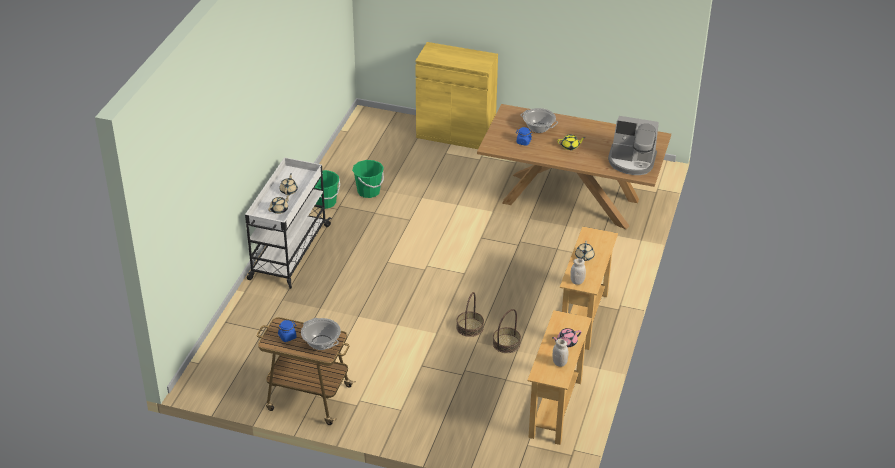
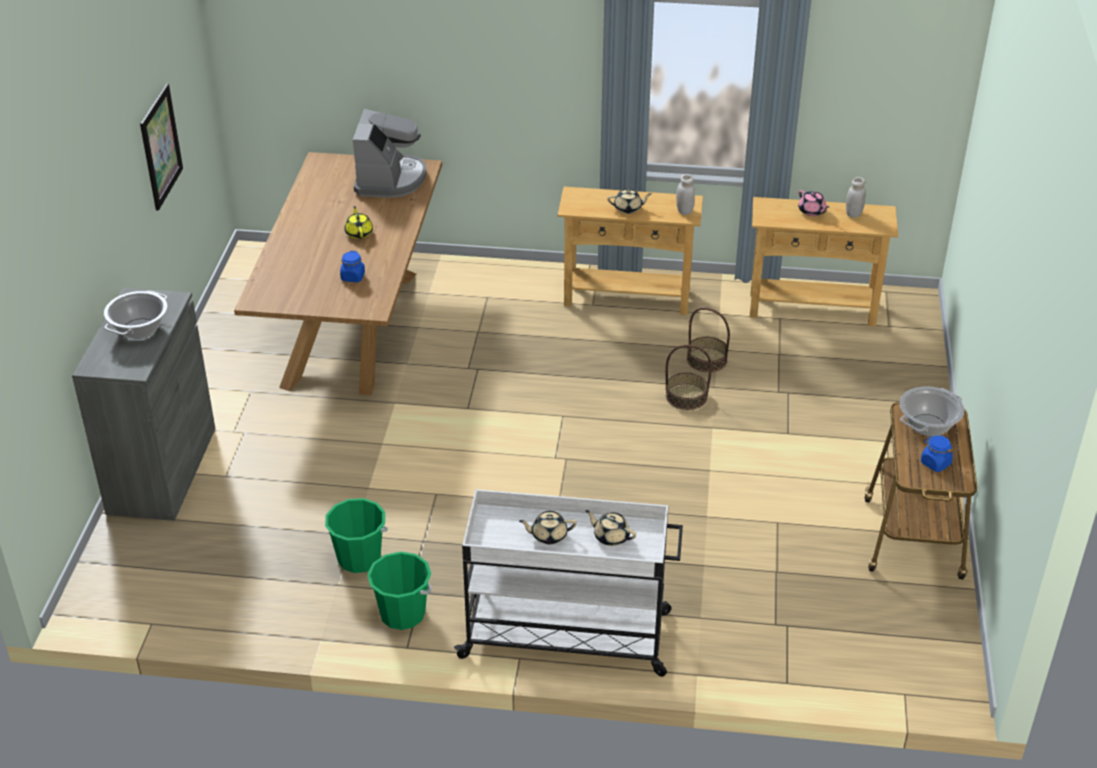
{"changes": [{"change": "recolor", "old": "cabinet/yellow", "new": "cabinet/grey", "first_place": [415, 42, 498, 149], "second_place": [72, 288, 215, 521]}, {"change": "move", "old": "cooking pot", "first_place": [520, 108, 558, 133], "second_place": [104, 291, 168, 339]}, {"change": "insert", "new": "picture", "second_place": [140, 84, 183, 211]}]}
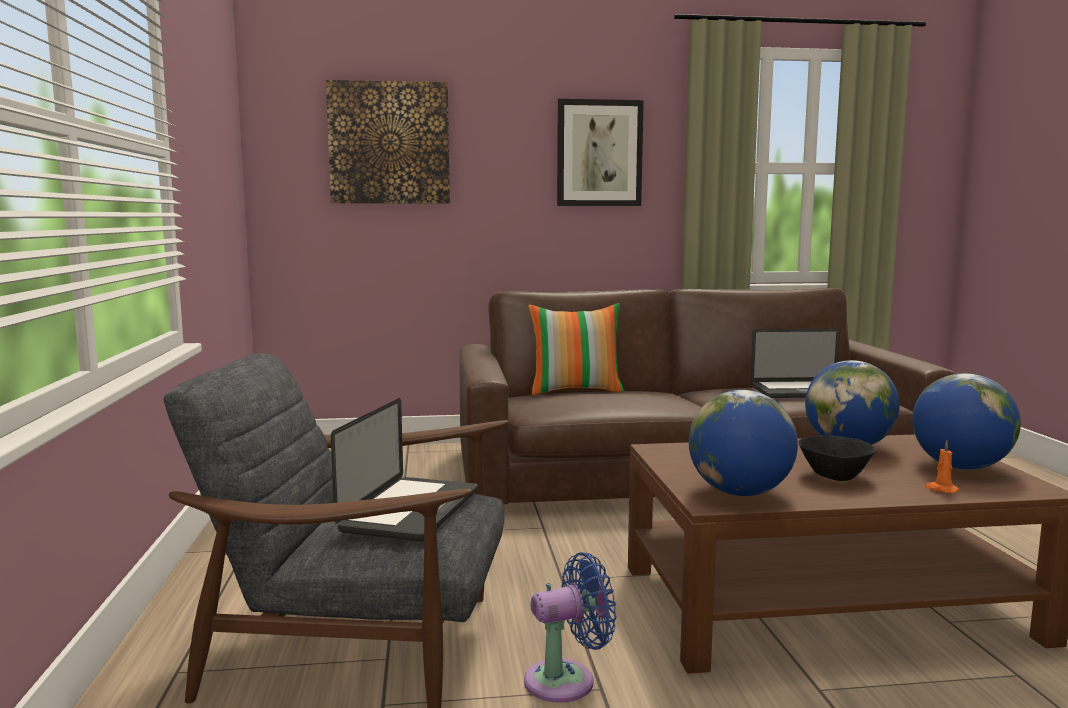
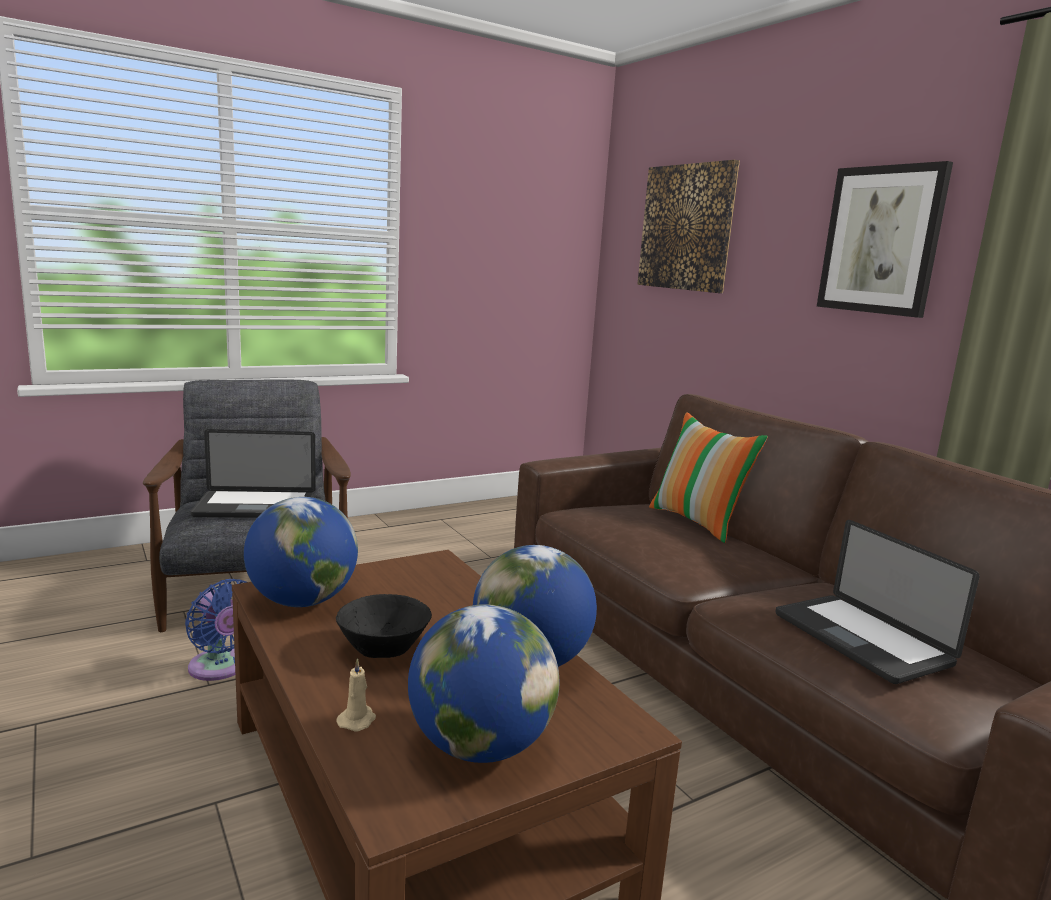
{"changes": [{"change": "recolor", "old": "candle/orange", "new": "candle/beige", "first_place": [924, 441, 959, 493], "second_place": [336, 658, 376, 731]}]}
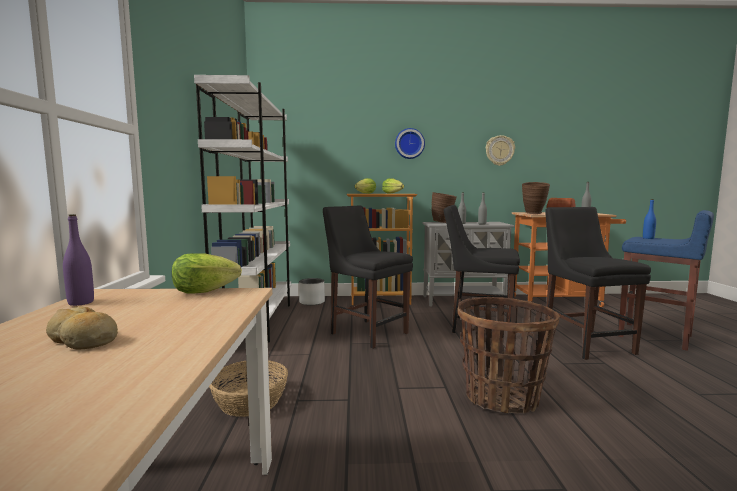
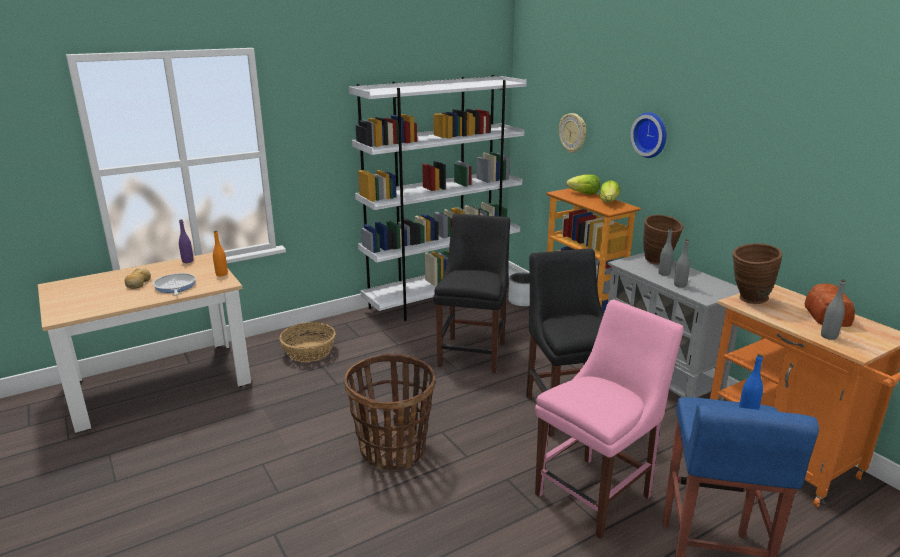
{"changes": [{"change": "replace", "old": "lettuce", "new": "bottle/orange", "first_place": [172, 253, 242, 294], "second_place": [213, 231, 228, 276]}, {"change": "move", "old": "wall clock", "first_place": [486, 135, 515, 166], "second_place": [559, 113, 586, 153]}, {"change": "recolor", "old": "chair/black", "new": "chair/pink", "first_place": [545, 207, 651, 360], "second_place": [535, 300, 684, 539]}, {"change": "insert", "new": "frying pan", "second_place": [153, 273, 196, 295]}]}
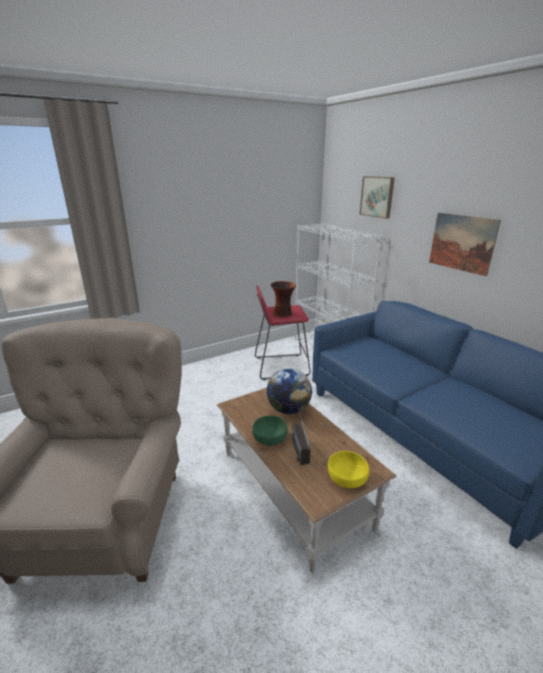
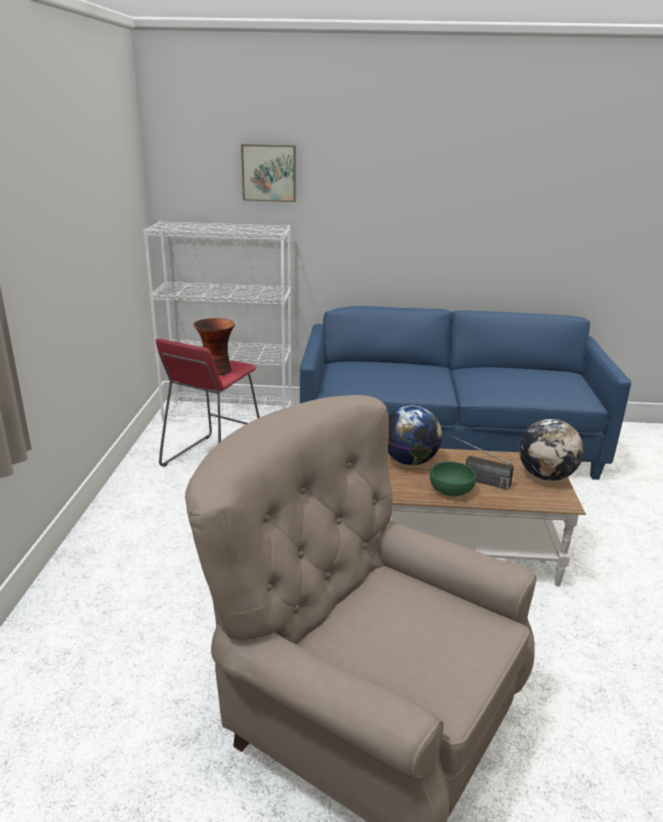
{"changes": [{"change": "replace", "old": "bowl/yellow", "new": "globe", "first_place": [328, 451, 369, 488], "second_place": [519, 419, 584, 481]}, {"change": "delete", "old": "picture", "first_place": [429, 213, 501, 276]}]}
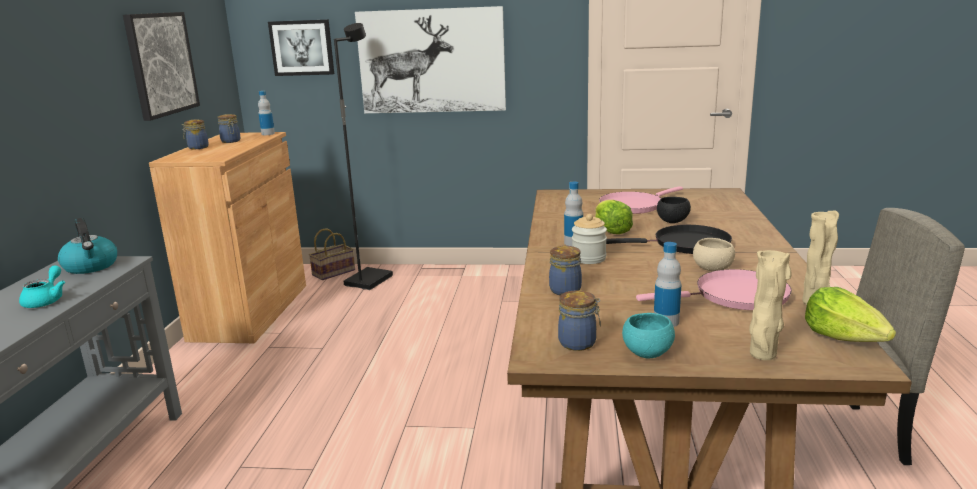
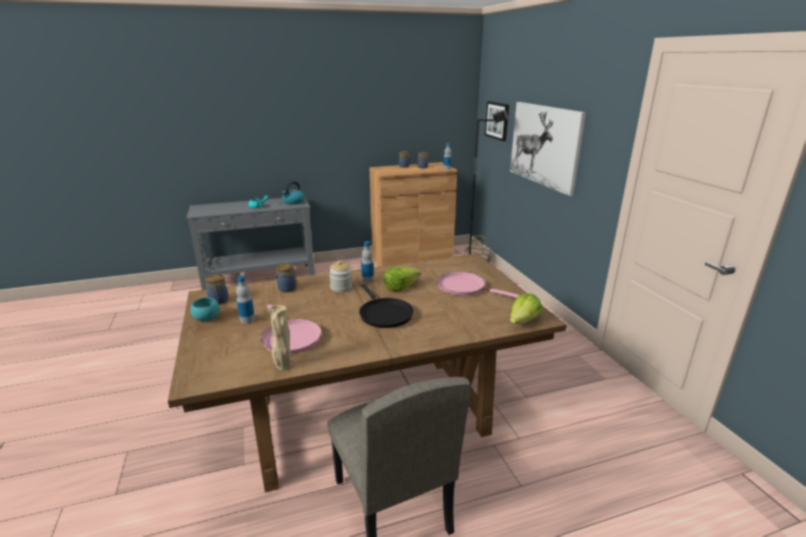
{"changes": [{"change": "delete", "old": "picture", "first_place": [123, 12, 200, 121]}, {"change": "delete", "old": "bowl/black", "first_place": [657, 197, 691, 223]}, {"change": "delete", "old": "bowl/beige", "first_place": [693, 238, 735, 271]}, {"change": "delete", "old": "vase/beige", "first_place": [749, 250, 792, 360]}, {"change": "move", "old": "lettuce", "first_place": [805, 287, 896, 342], "second_place": [510, 293, 543, 324]}]}
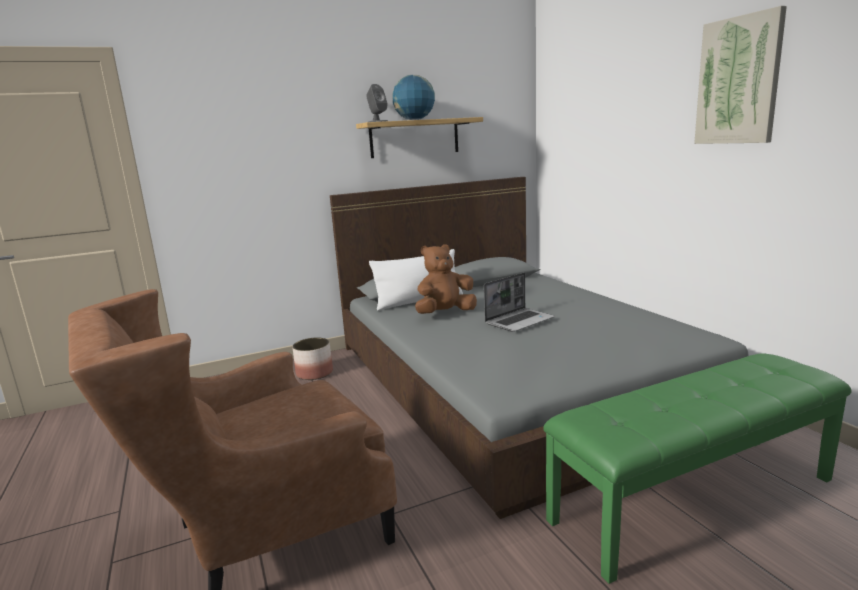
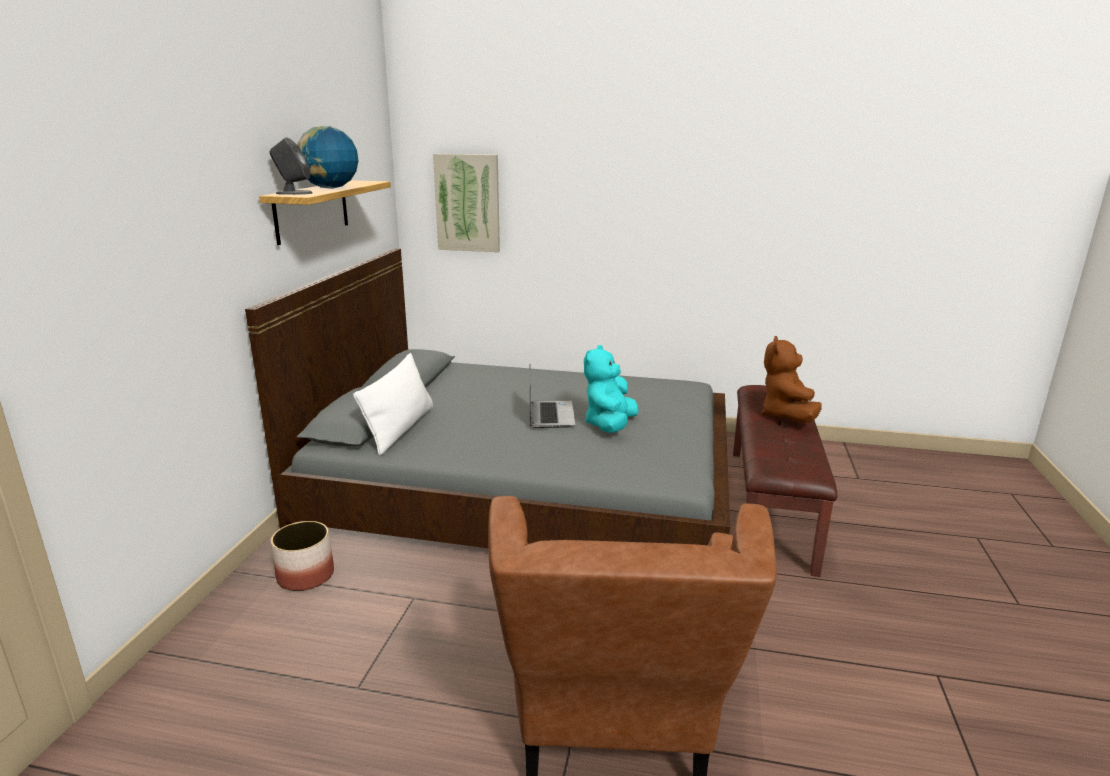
{"changes": [{"change": "move", "old": "plush toy/brown", "first_place": [415, 244, 477, 314], "second_place": [761, 336, 822, 423]}, {"change": "recolor", "old": "bench/green", "new": "bench/brown", "first_place": [543, 354, 852, 584], "second_place": [733, 385, 837, 577]}, {"change": "move", "old": "picture", "first_place": [694, 6, 787, 144], "second_place": [433, 154, 500, 252]}, {"change": "insert", "new": "plush toy/turquoise", "second_place": [584, 345, 639, 433]}]}
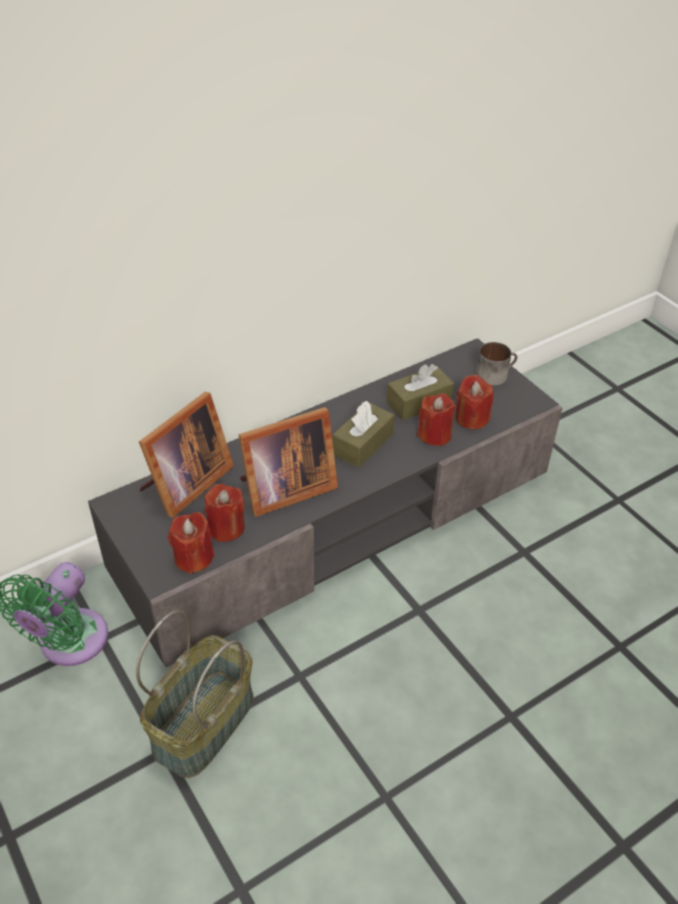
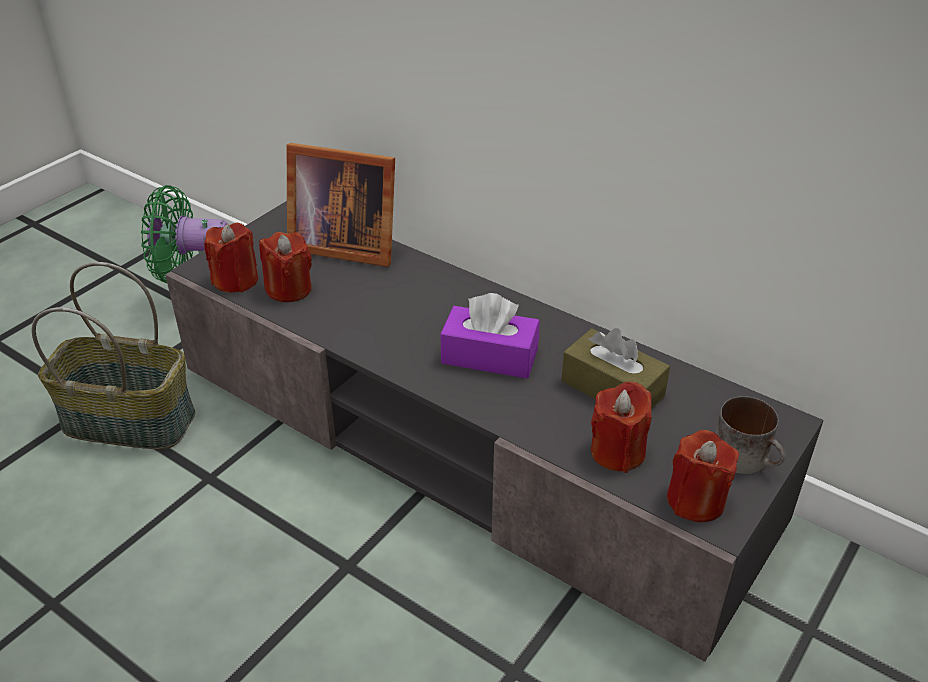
{"changes": [{"change": "delete", "old": "picture frame", "first_place": [239, 407, 338, 517]}, {"change": "recolor", "old": "tissue box/brown", "new": "tissue box/purple", "first_place": [332, 401, 395, 468], "second_place": [440, 293, 540, 379]}, {"change": "move", "old": "candle/red", "first_place": [417, 393, 455, 446], "second_place": [667, 430, 739, 522]}]}
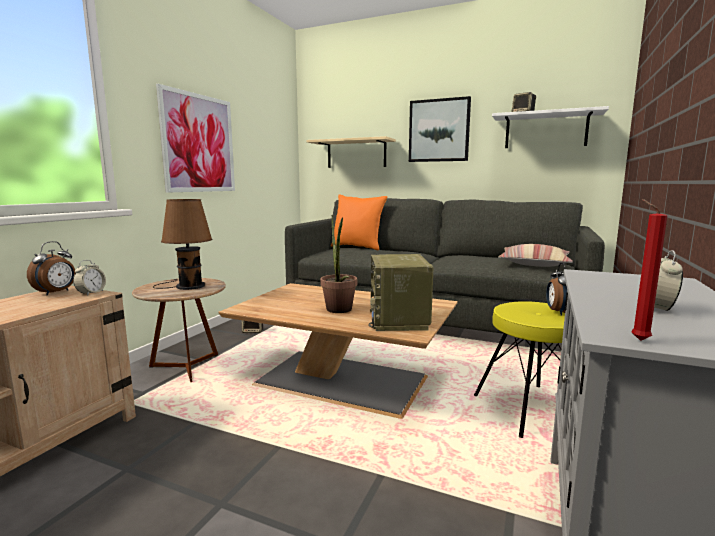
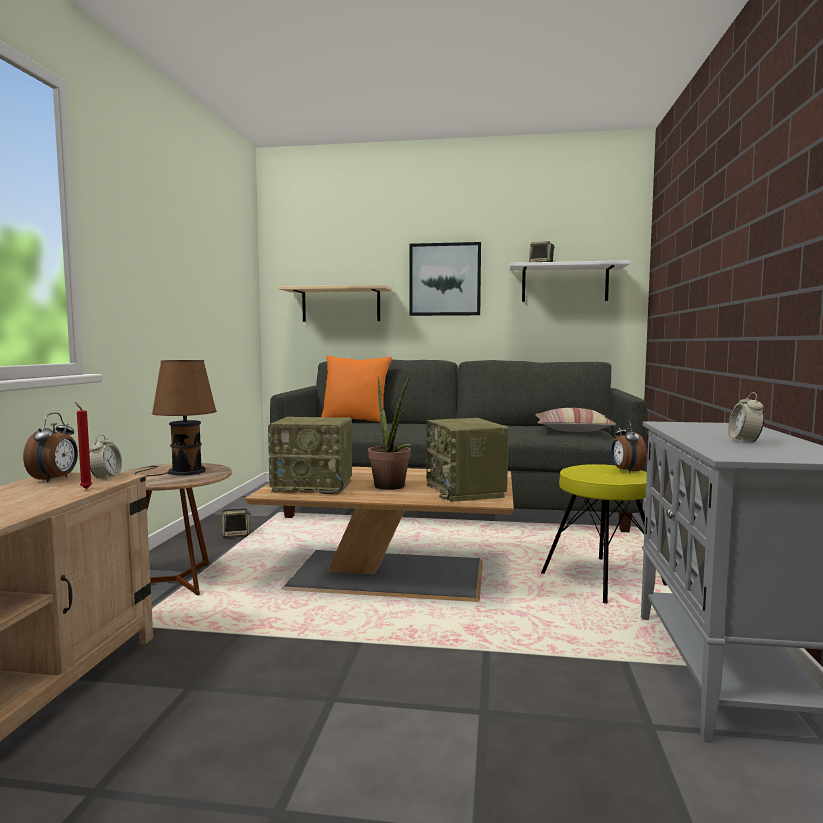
{"changes": [{"change": "delete", "old": "picture", "first_place": [156, 84, 235, 193]}, {"change": "move", "old": "candle/red", "first_place": [631, 199, 667, 341], "second_place": [75, 402, 92, 489]}, {"change": "insert", "new": "radio", "second_place": [268, 417, 352, 494]}]}
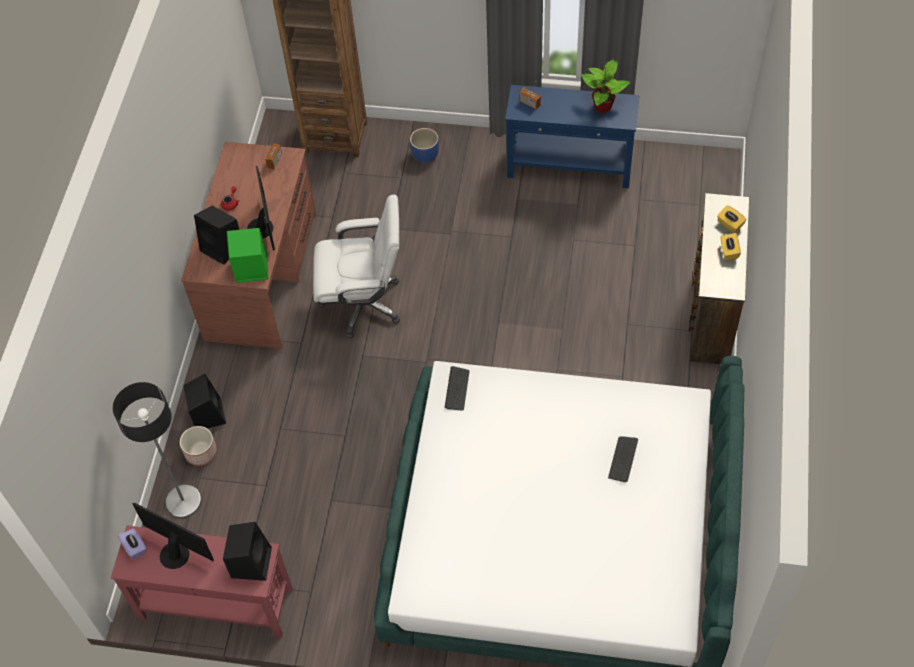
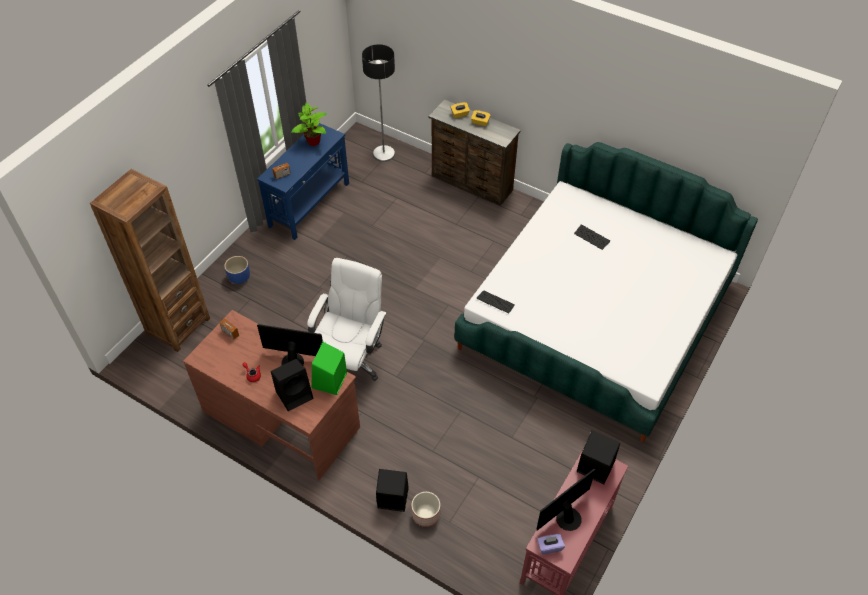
{"changes": [{"change": "move", "old": "floor lamp", "first_place": [113, 382, 202, 518], "second_place": [362, 44, 395, 162]}]}
